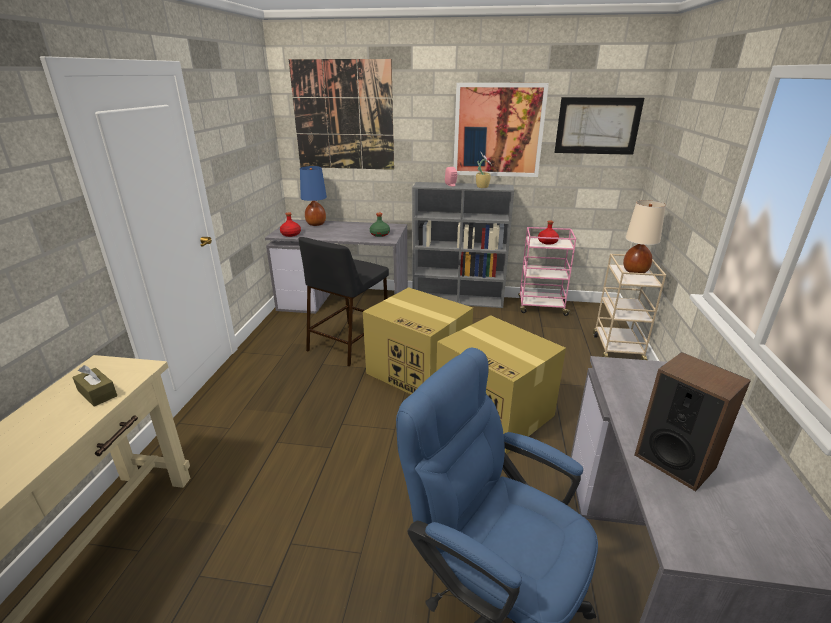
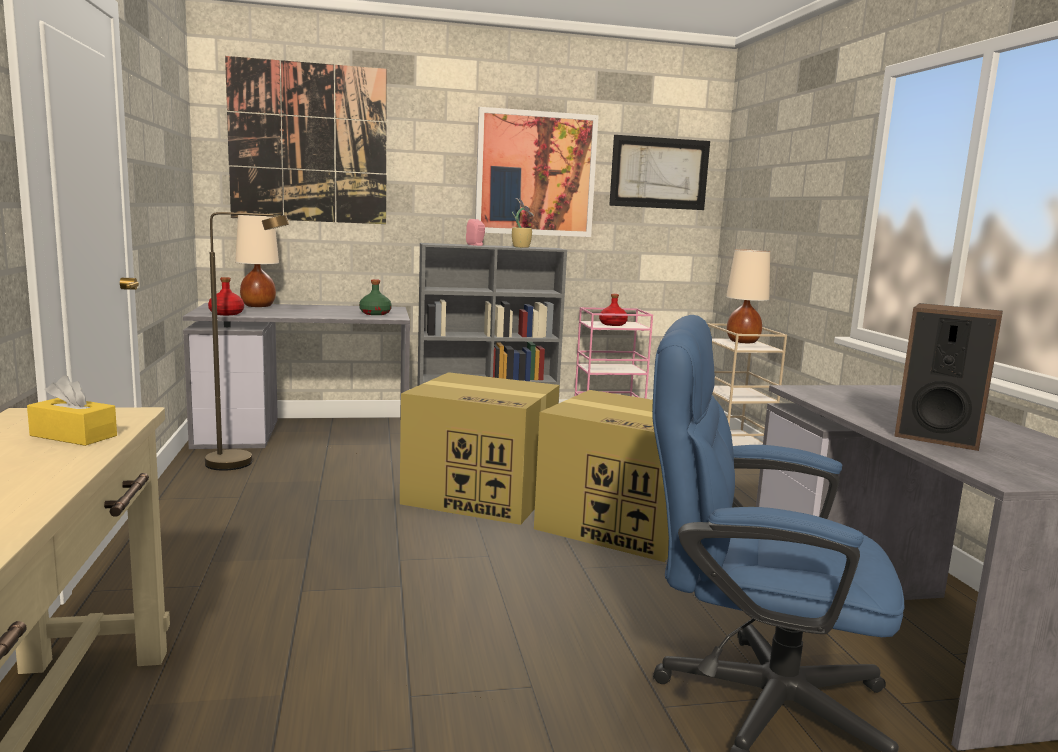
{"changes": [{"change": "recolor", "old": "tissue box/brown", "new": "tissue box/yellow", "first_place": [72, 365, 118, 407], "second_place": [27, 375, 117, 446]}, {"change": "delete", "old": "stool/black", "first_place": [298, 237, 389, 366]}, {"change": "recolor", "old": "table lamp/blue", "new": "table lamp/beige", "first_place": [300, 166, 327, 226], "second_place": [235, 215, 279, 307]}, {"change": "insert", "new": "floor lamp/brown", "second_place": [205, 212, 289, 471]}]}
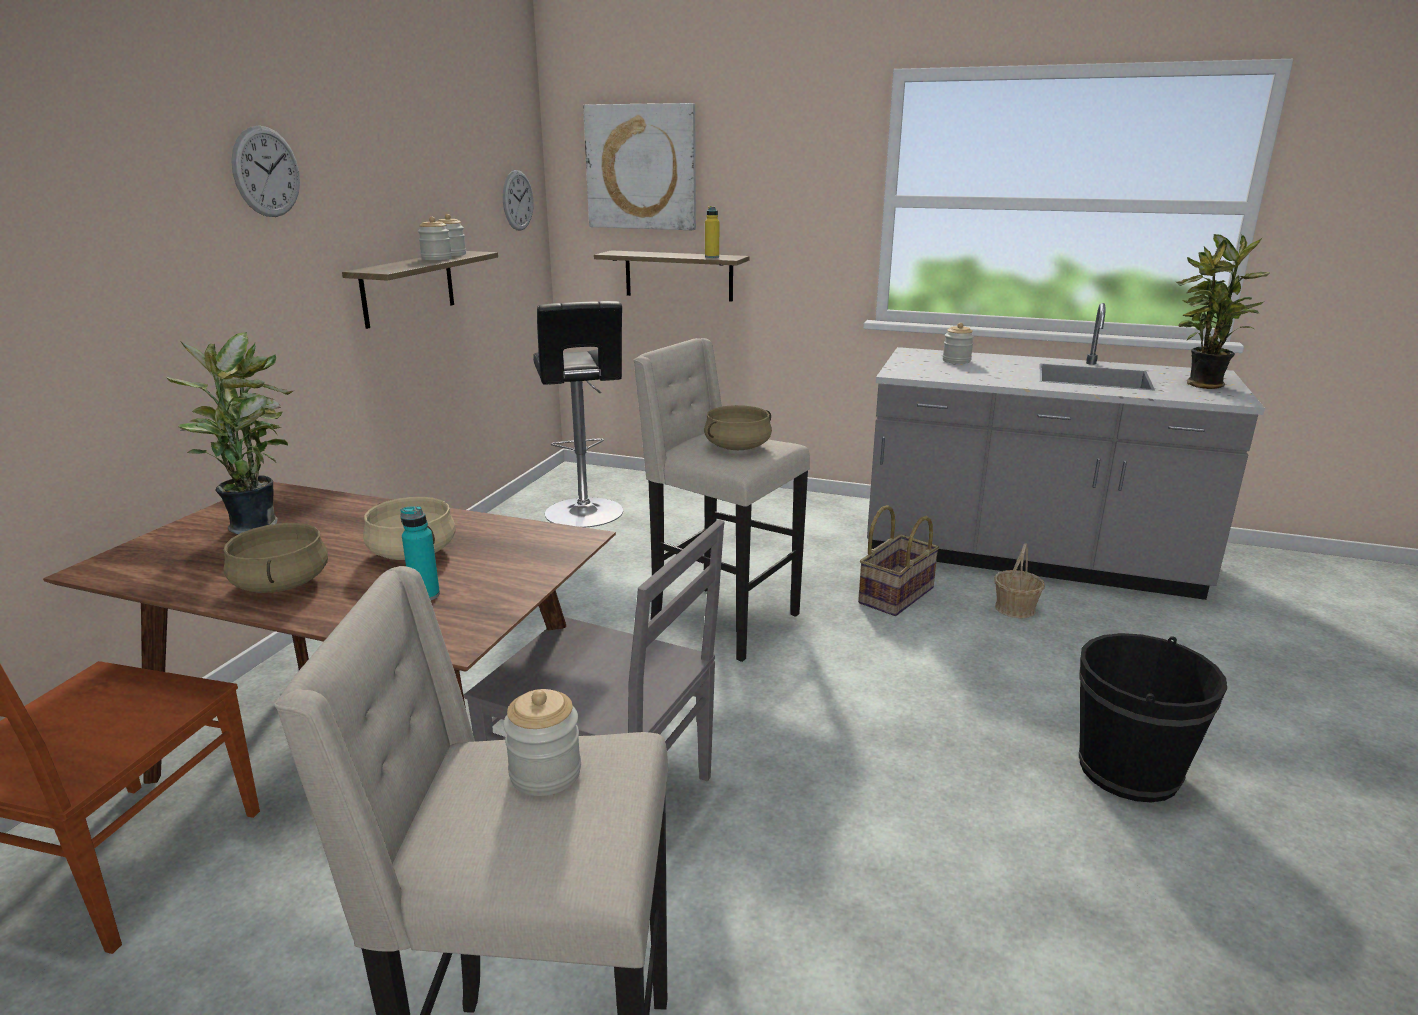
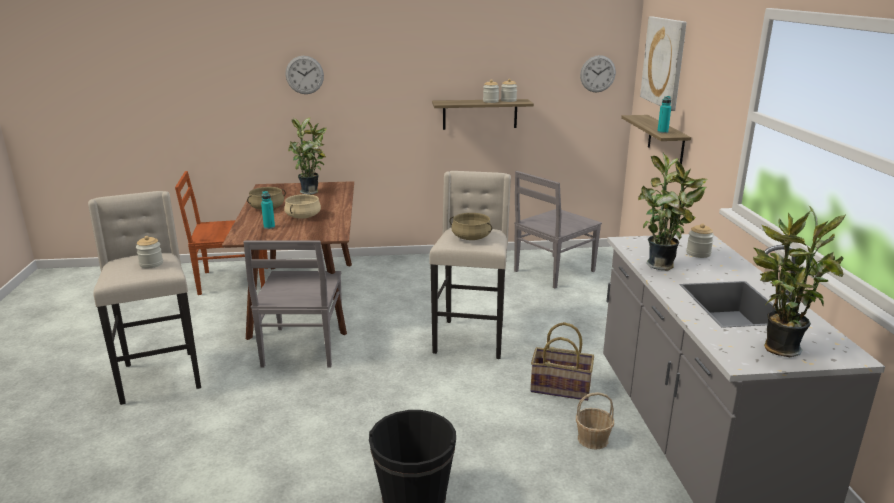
{"changes": [{"change": "move", "old": "wall clock", "first_place": [231, 125, 300, 217], "second_place": [286, 56, 324, 94]}, {"change": "replace", "old": "stool/black", "new": "chair/grey", "first_place": [533, 301, 623, 527], "second_place": [514, 171, 602, 288]}, {"change": "recolor", "old": "bottle/yellow", "new": "bottle/turquoise", "first_place": [705, 206, 719, 258], "second_place": [657, 96, 671, 133]}, {"change": "insert", "new": "potted plant", "second_place": [638, 153, 707, 271]}]}
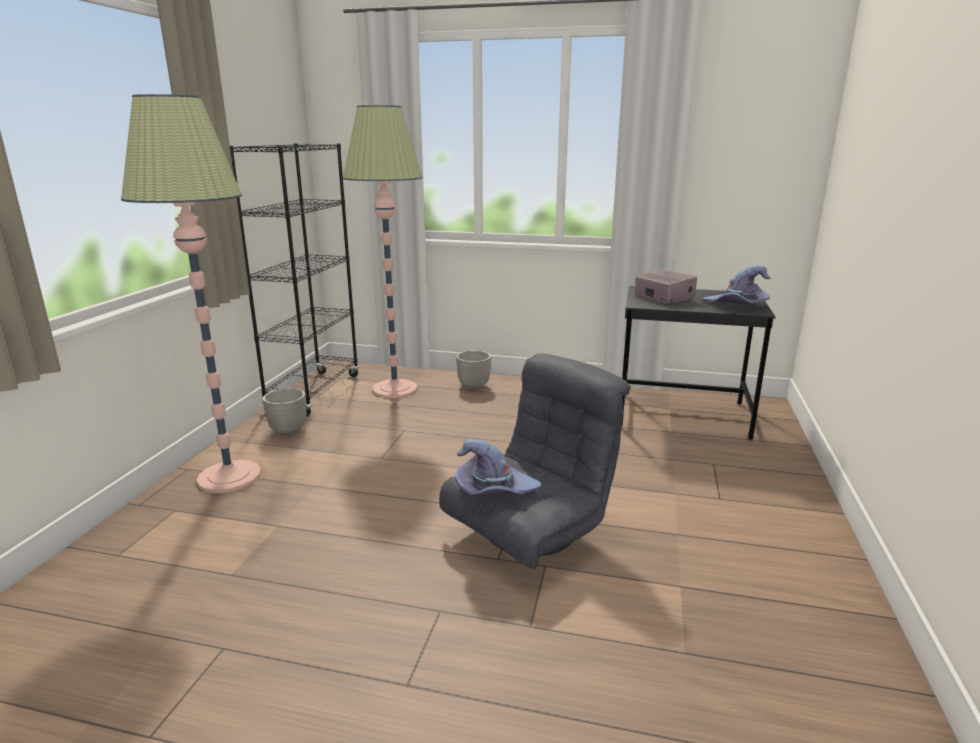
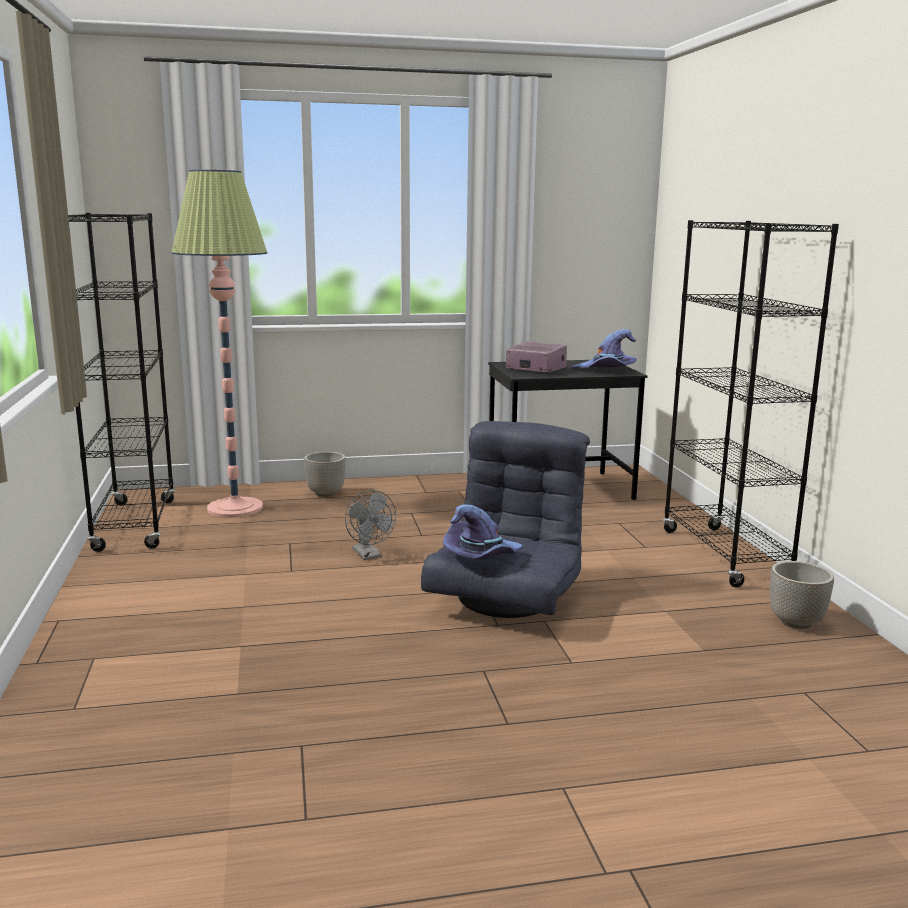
{"changes": [{"change": "delete", "old": "floor lamp", "first_place": [121, 94, 261, 493]}, {"change": "move", "old": "planter", "first_place": [263, 388, 306, 435], "second_place": [770, 561, 834, 629]}, {"change": "insert", "new": "fan/grey", "second_place": [345, 490, 396, 560]}, {"change": "insert", "new": "bookcase/black", "second_place": [663, 220, 839, 587]}]}
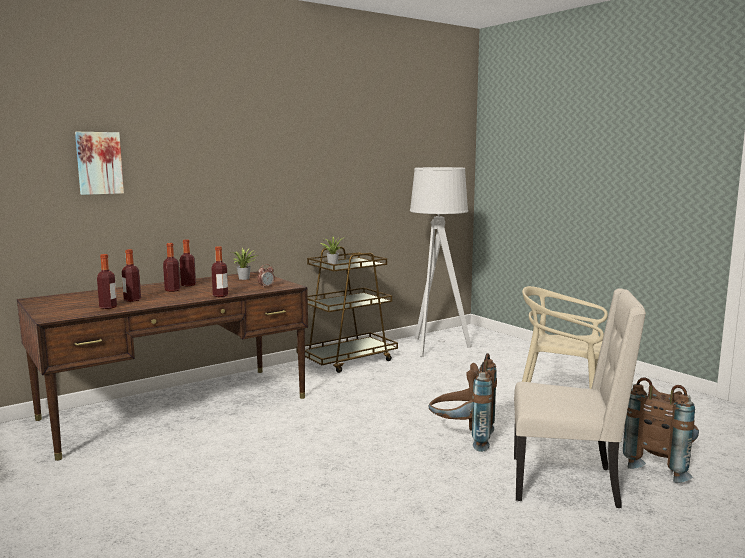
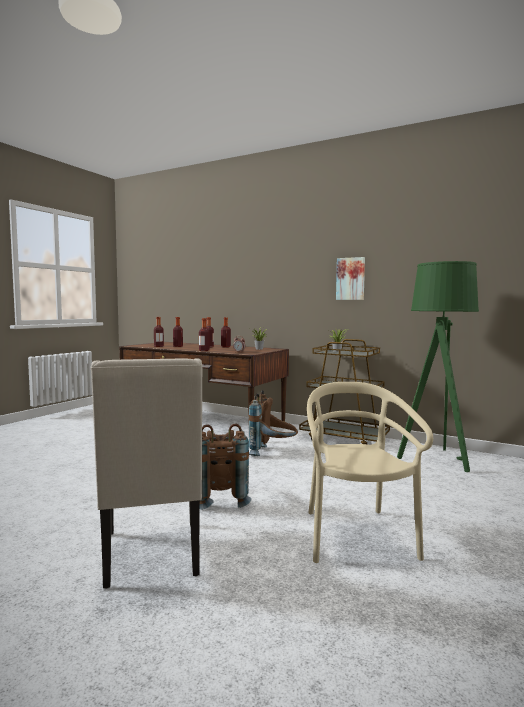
{"changes": [{"change": "move", "old": "picture", "first_place": [75, 132, 124, 195], "second_place": [336, 257, 365, 300]}, {"change": "recolor", "old": "floor lamp/grey", "new": "floor lamp/green", "first_place": [410, 167, 472, 357], "second_place": [397, 261, 479, 472]}, {"change": "move", "old": "backpack/brown", "first_place": [623, 377, 699, 483], "second_place": [248, 390, 298, 456]}]}
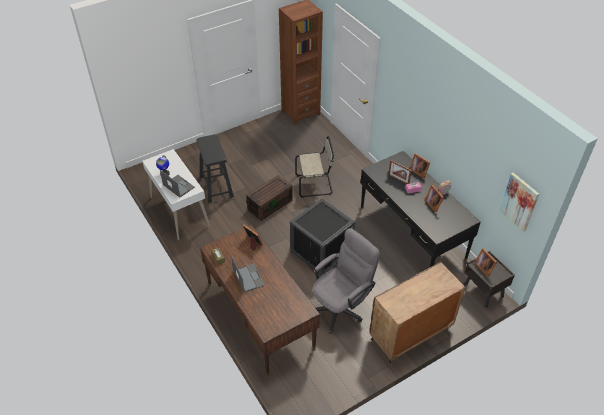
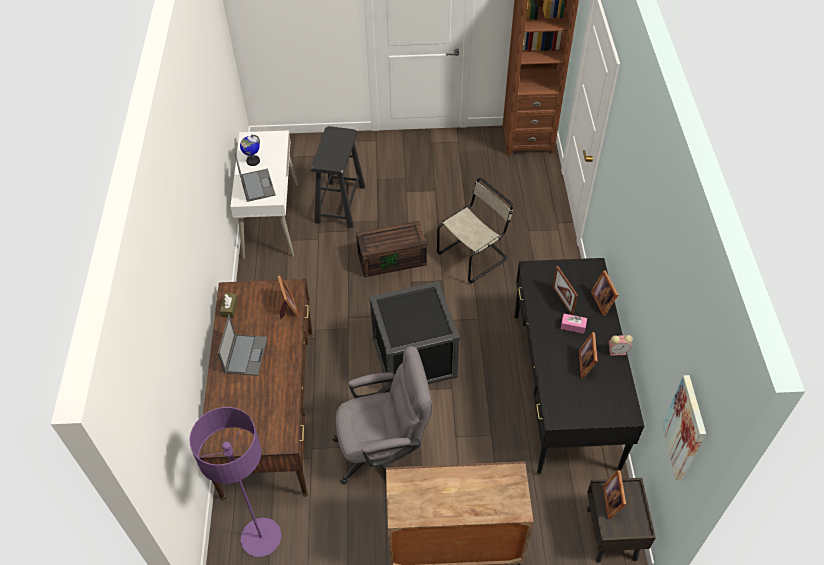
{"changes": [{"change": "rotate", "old": "chair/beige", "first_place": [295, 136, 334, 198], "second_place": [437, 178, 513, 284], "degrees": -60}, {"change": "insert", "new": "floor lamp/purple", "second_place": [189, 407, 281, 557]}]}
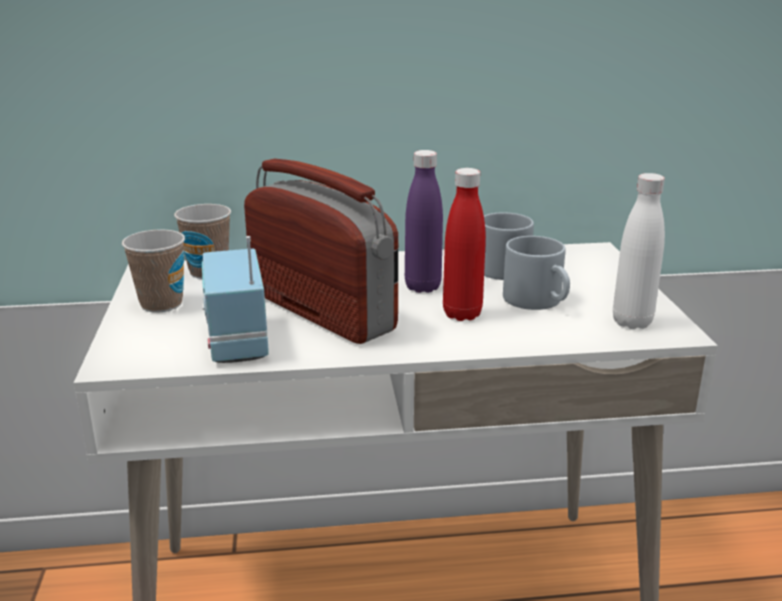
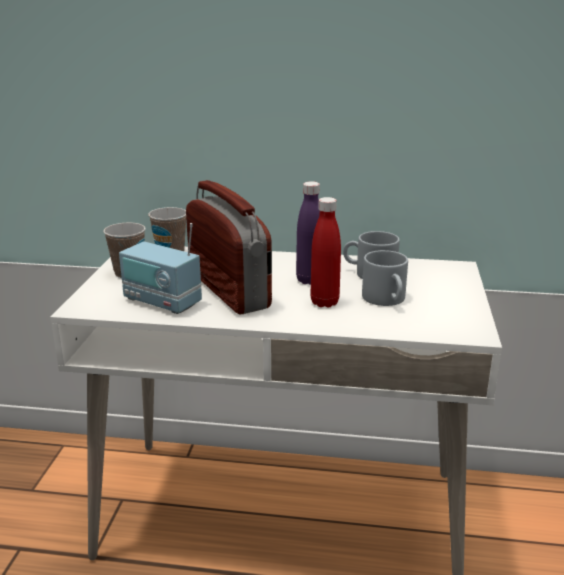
{"changes": [{"change": "rotate", "old": "radio", "first_place": [202, 236, 269, 363], "second_place": [119, 223, 202, 314], "degrees": -60}, {"change": "delete", "old": "bottle/white", "first_place": [613, 173, 665, 329]}]}
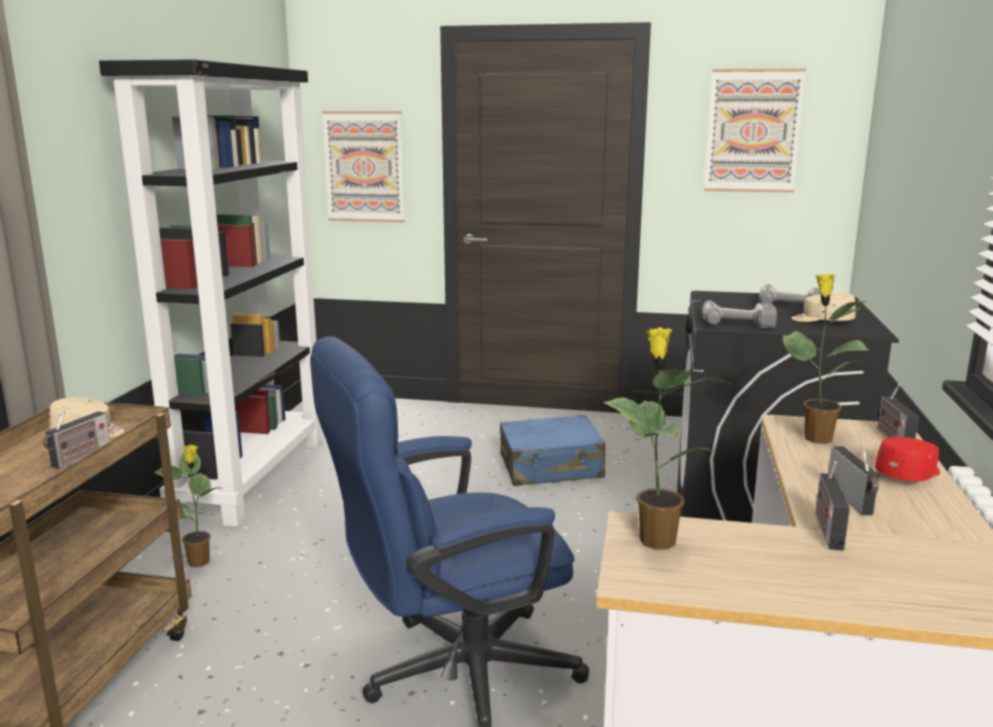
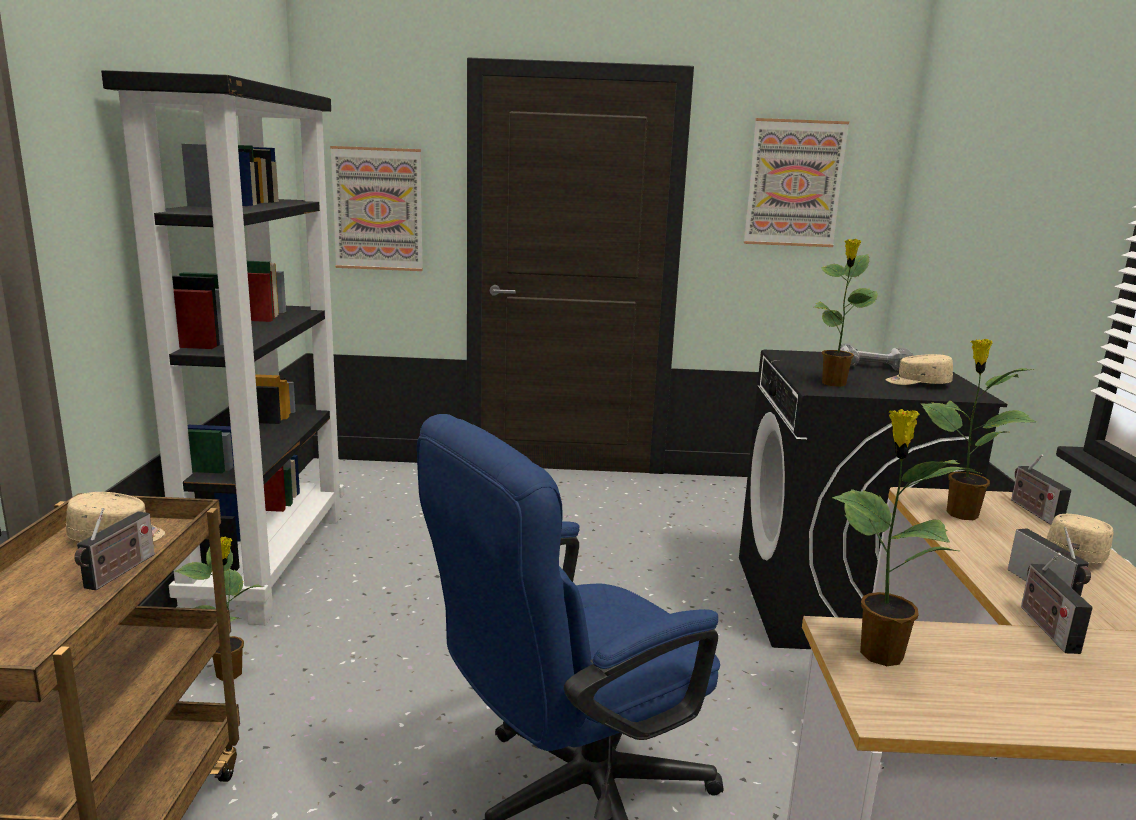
{"changes": [{"change": "delete", "old": "suitcase/blue", "first_place": [500, 415, 606, 486]}, {"change": "replace", "old": "power drill", "new": "potted plant", "first_place": [702, 300, 777, 328], "second_place": [814, 239, 878, 387]}, {"change": "recolor", "old": "cap/red", "new": "cap/beige", "first_place": [875, 437, 940, 481], "second_place": [1047, 514, 1114, 563]}]}
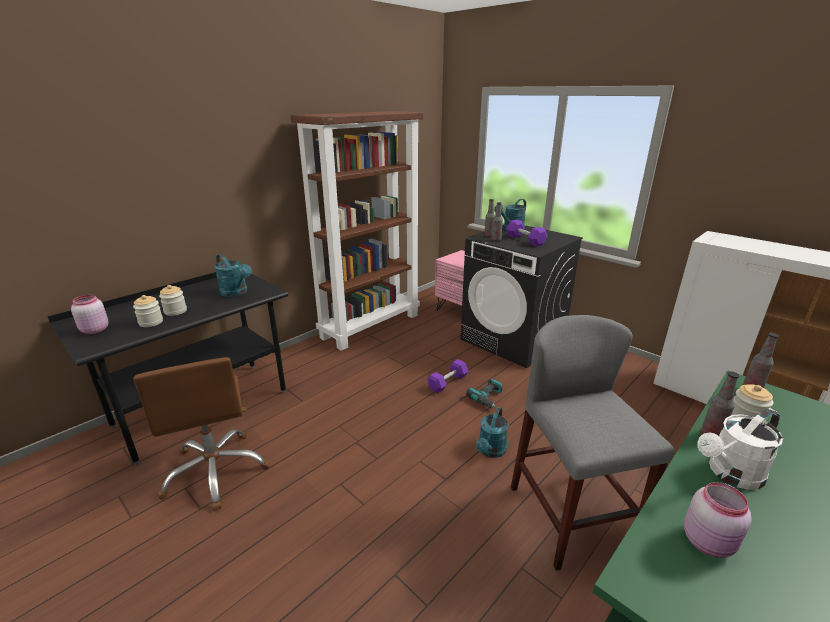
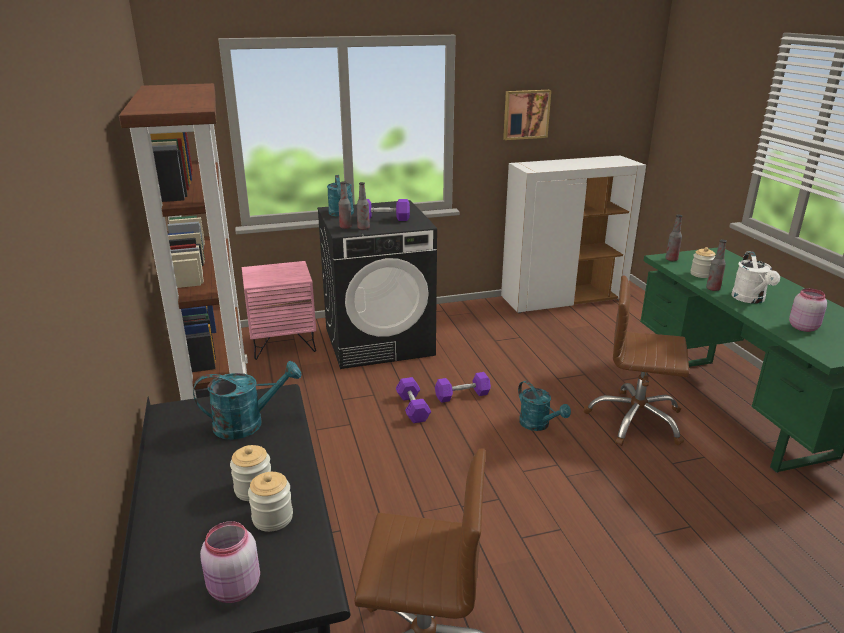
{"changes": [{"change": "replace", "old": "power drill", "new": "dumbbell/purple", "first_place": [466, 378, 502, 408], "second_place": [435, 372, 491, 403]}, {"change": "replace", "old": "stool/grey", "new": "office chair/brown", "first_place": [511, 315, 675, 571], "second_place": [583, 276, 689, 446]}, {"change": "insert", "new": "picture", "second_place": [503, 90, 551, 140]}]}
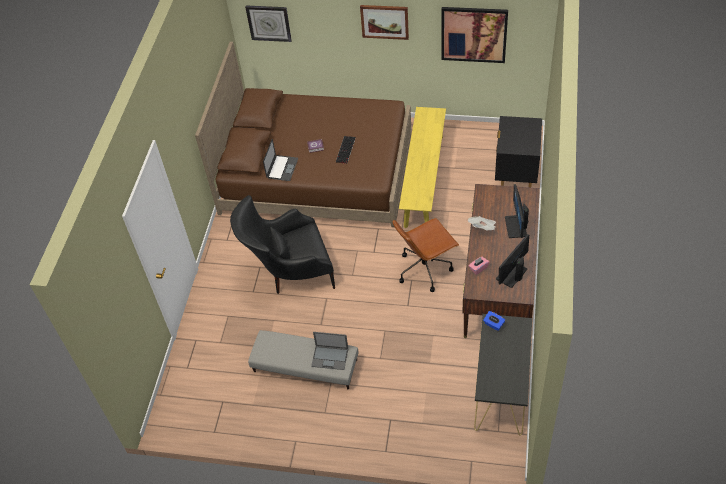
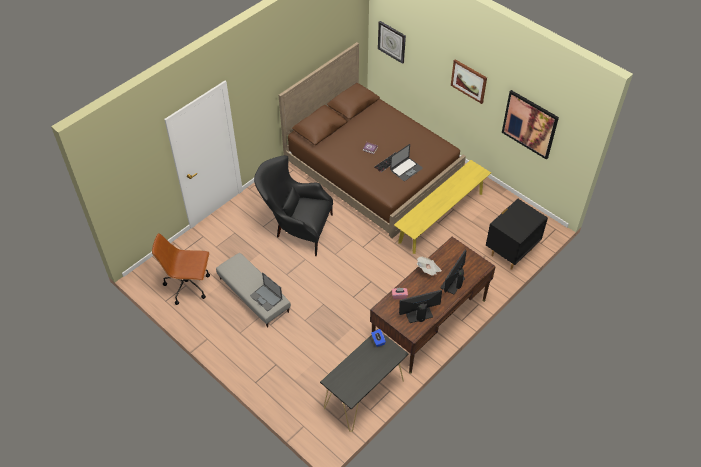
{"changes": [{"change": "move", "old": "laptop", "first_place": [263, 139, 298, 181], "second_place": [390, 144, 423, 181]}, {"change": "move", "old": "office chair/brown", "first_place": [392, 218, 459, 292], "second_place": [152, 233, 210, 305]}]}
